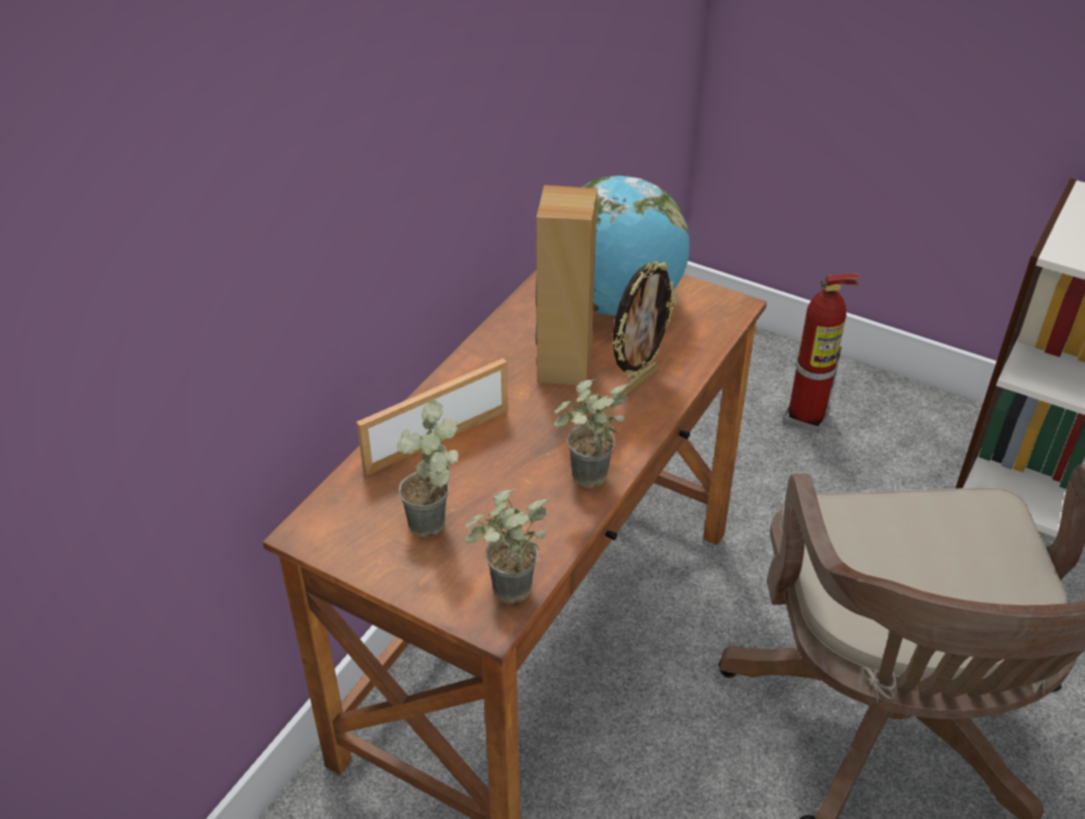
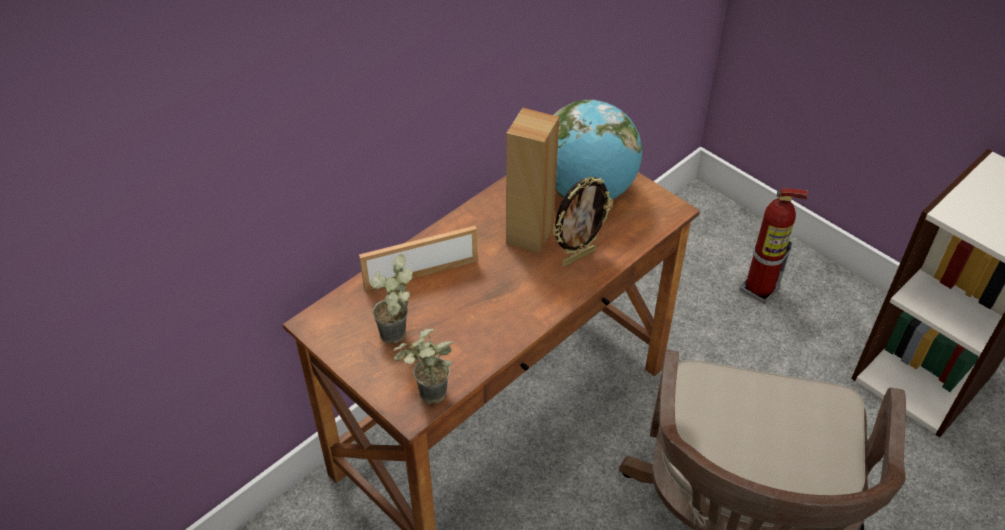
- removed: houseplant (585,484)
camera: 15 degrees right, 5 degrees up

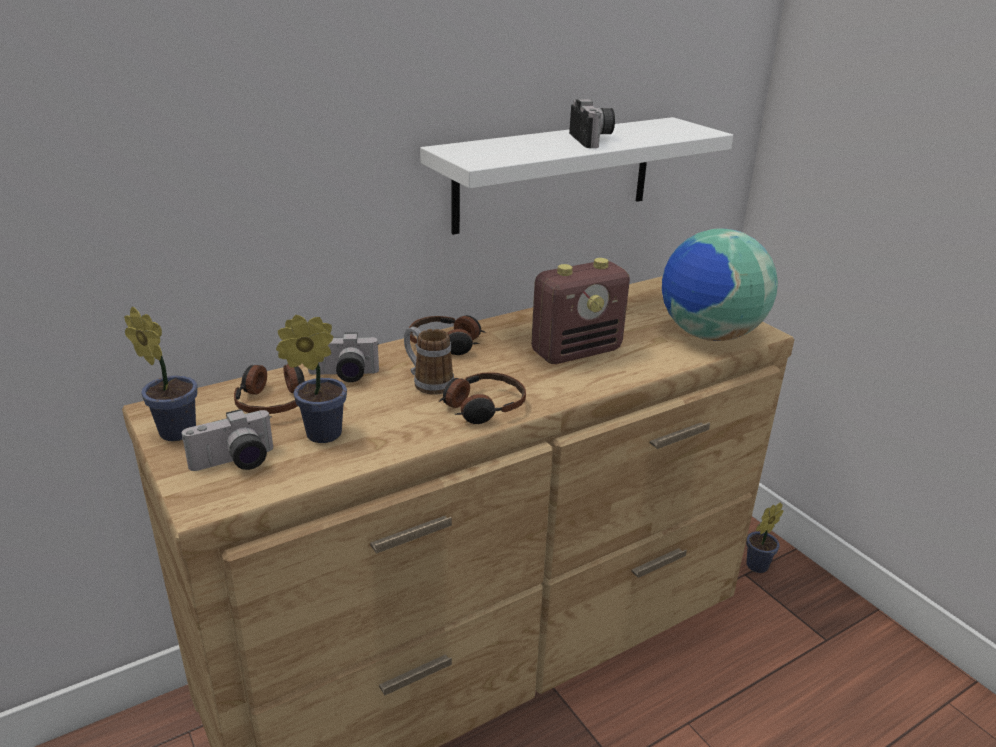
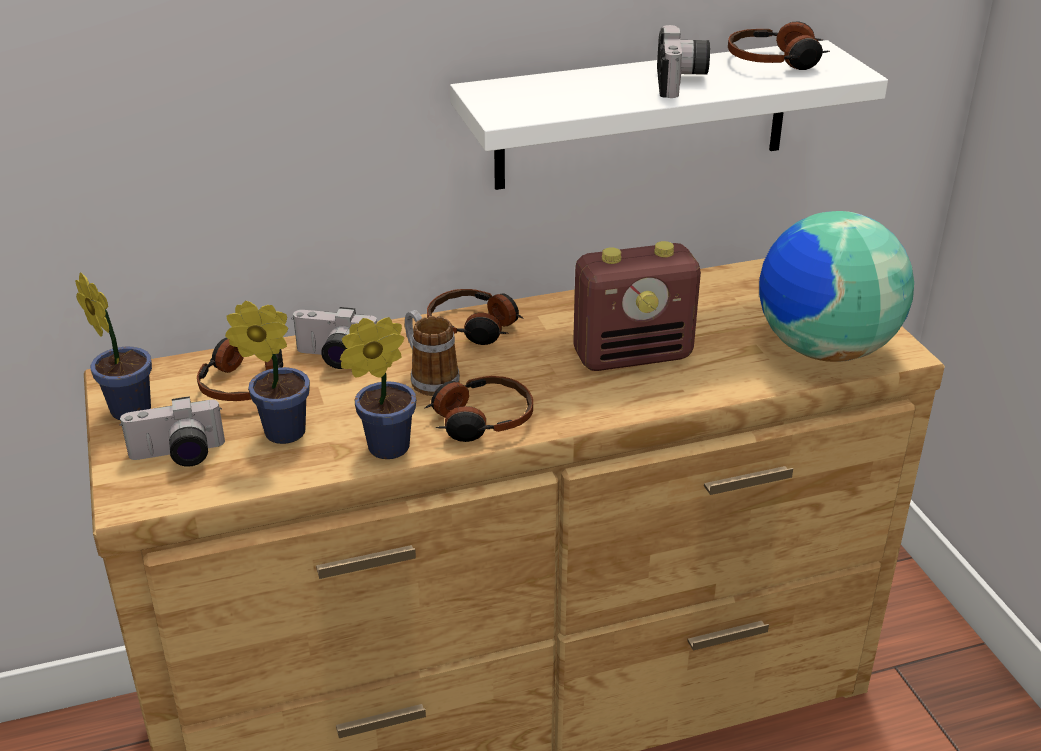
- moved: houseplant (755,567) to (383,448)
- added: headset (775,61)
camera: 15 degrees right, 5 degrees up

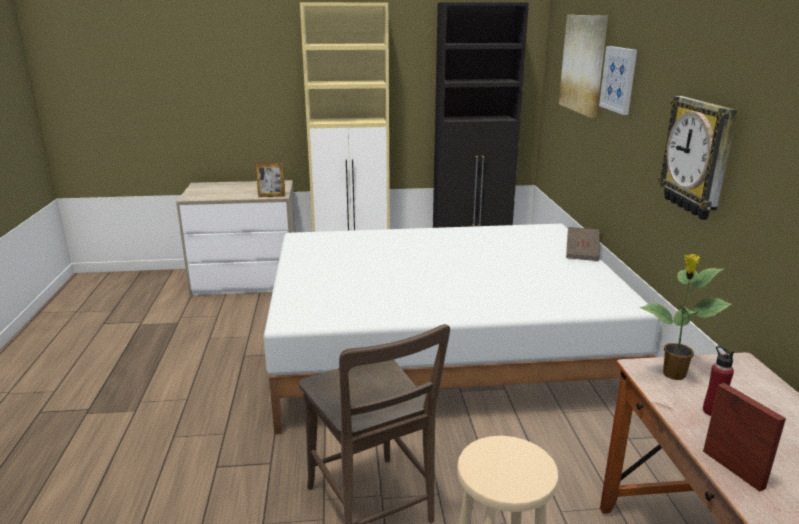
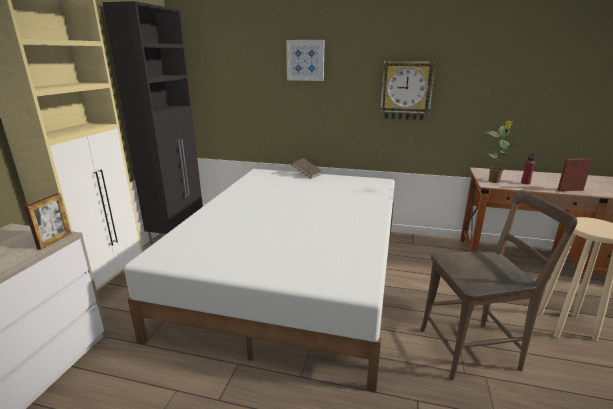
- removed: wall picture (583,64)
camera: 70 degrees left, 0 degrees up

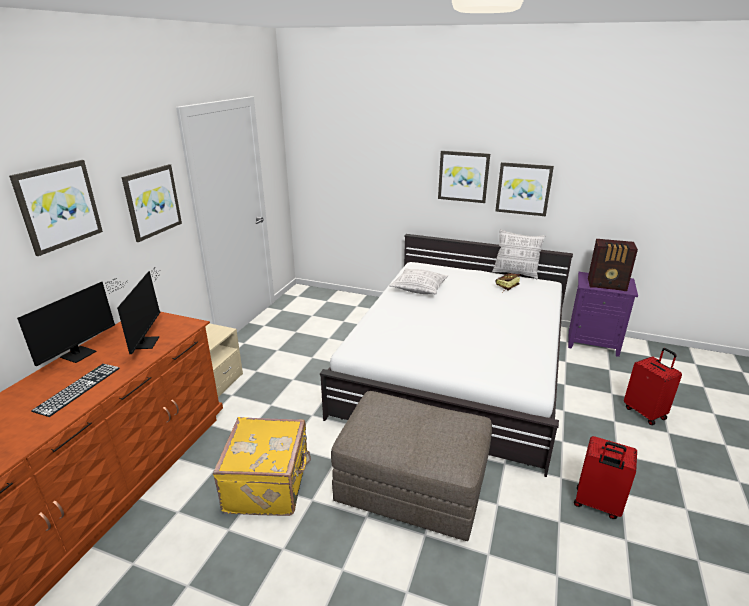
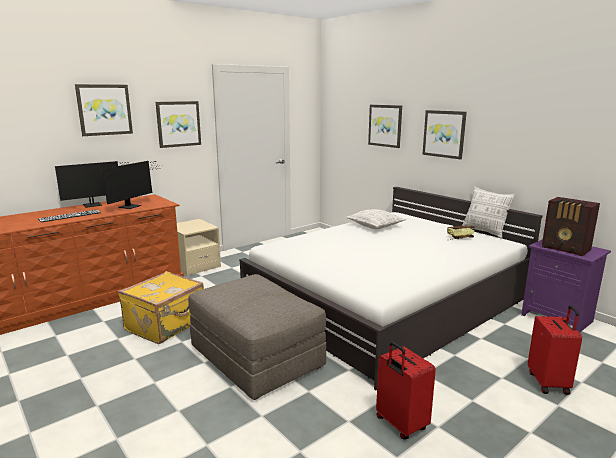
- moved: wall picture (523,189) to (385,125)
camera: 30 degrees right, 10 degrees down

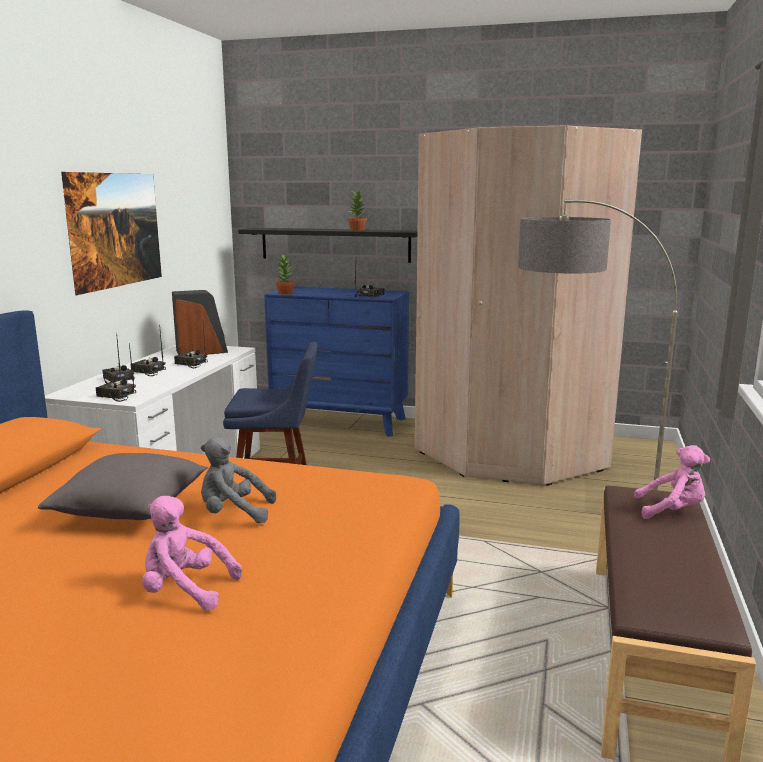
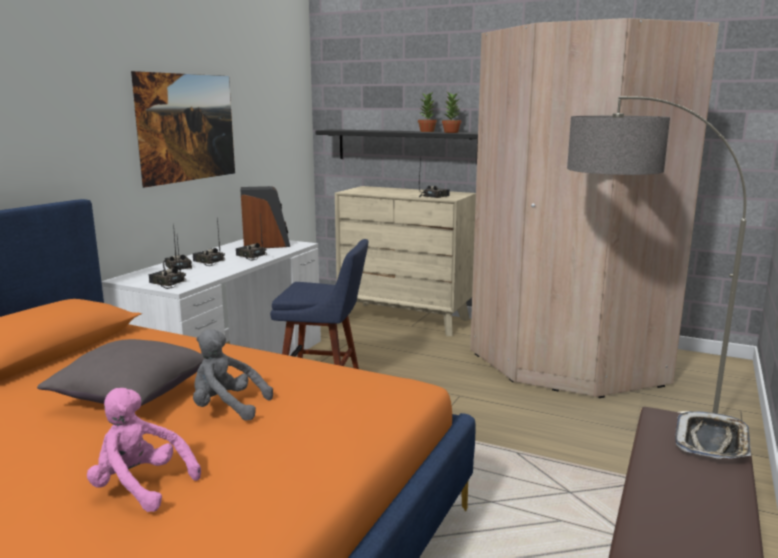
- recoloured: bluish chest of drawers (340,422) to beige chest of drawers (404,319)
- moved: houseplant (285,293) to (451,132)
- replaced: pinkish soft toy (672,511) to carrying tray (712,442)
camera: 10 degrees right, 0 degrees up

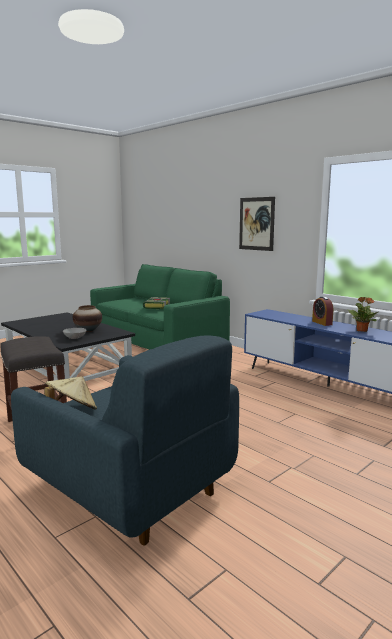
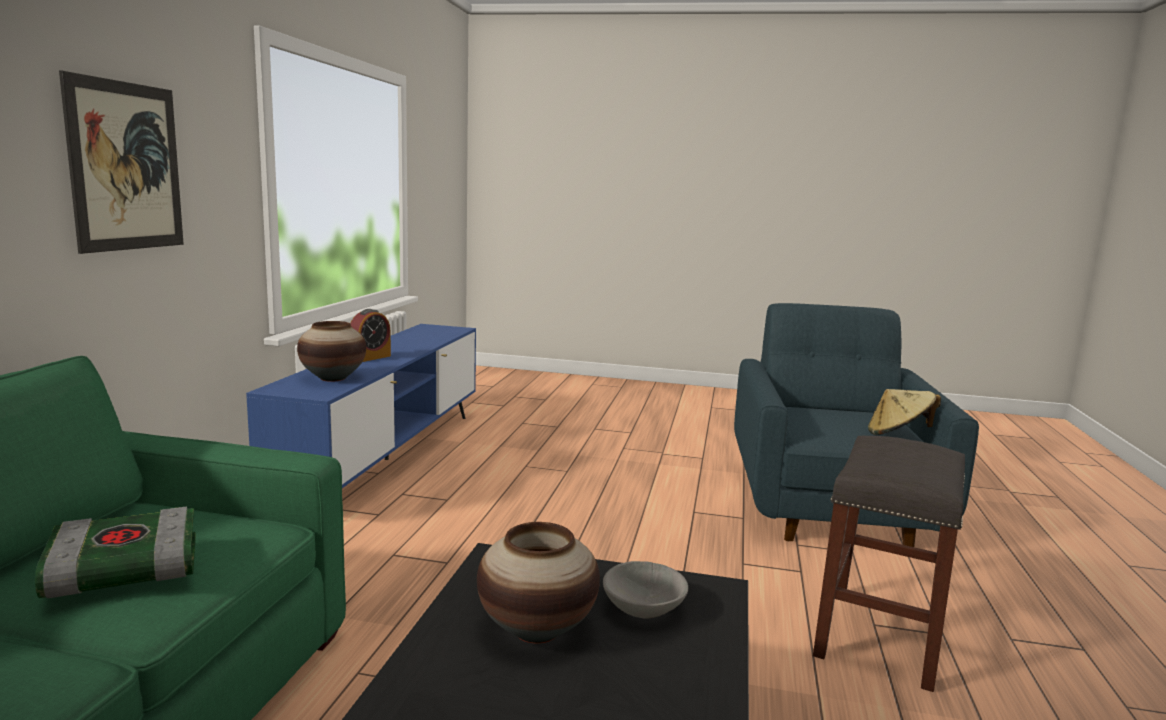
- added: flower vase (333,378)
- removed: houseplant (361,330)
camera: 125 degrees left, 0 degrees up

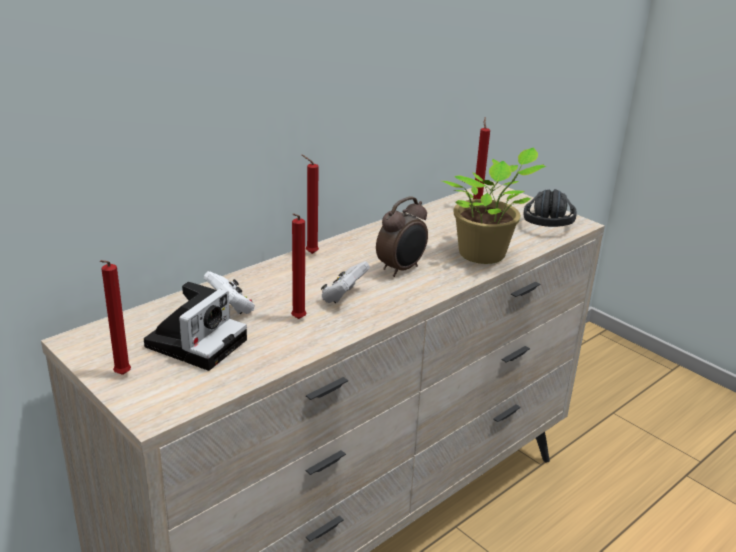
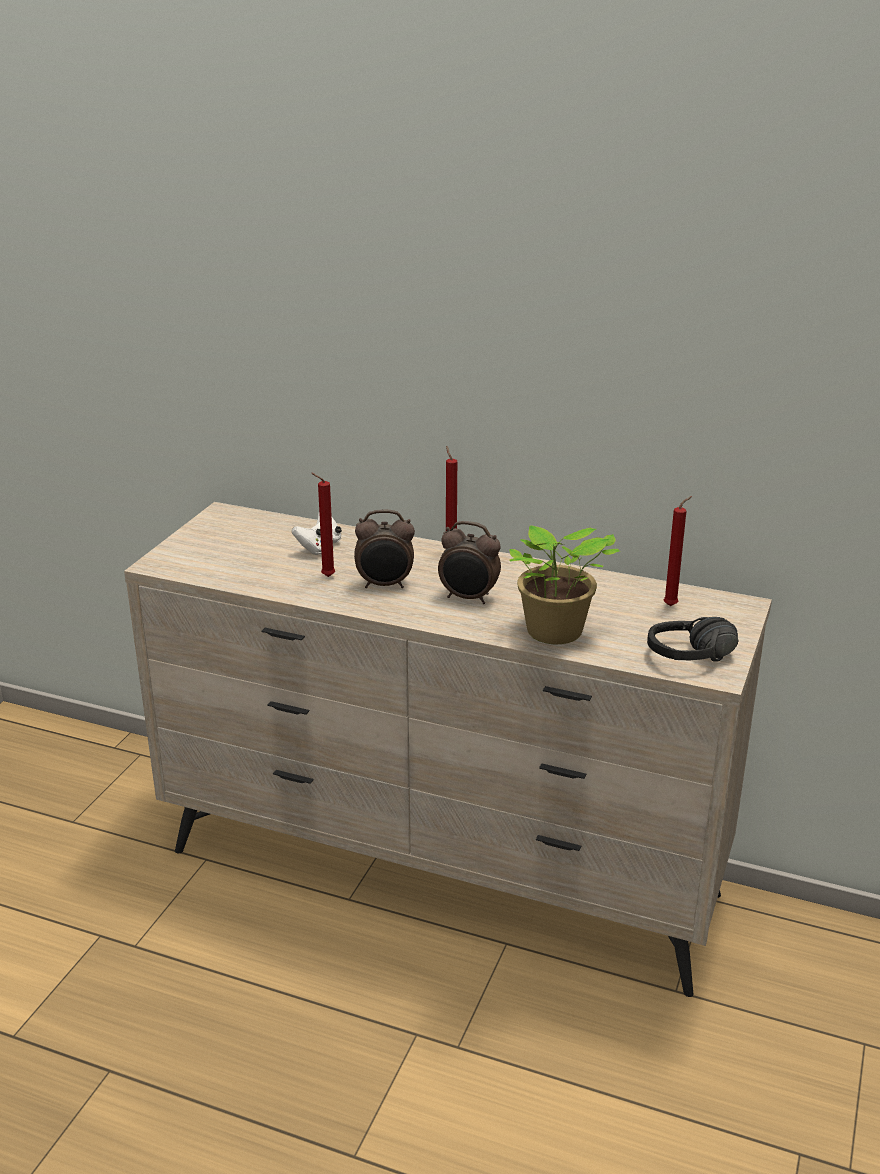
- replaced: white joypad (343,297) to bedside clock (385,585)
- removed: reddish wax light (121,376)
- removed: photo camera (197,341)
camera: 65 degrees right, 0 degrees up

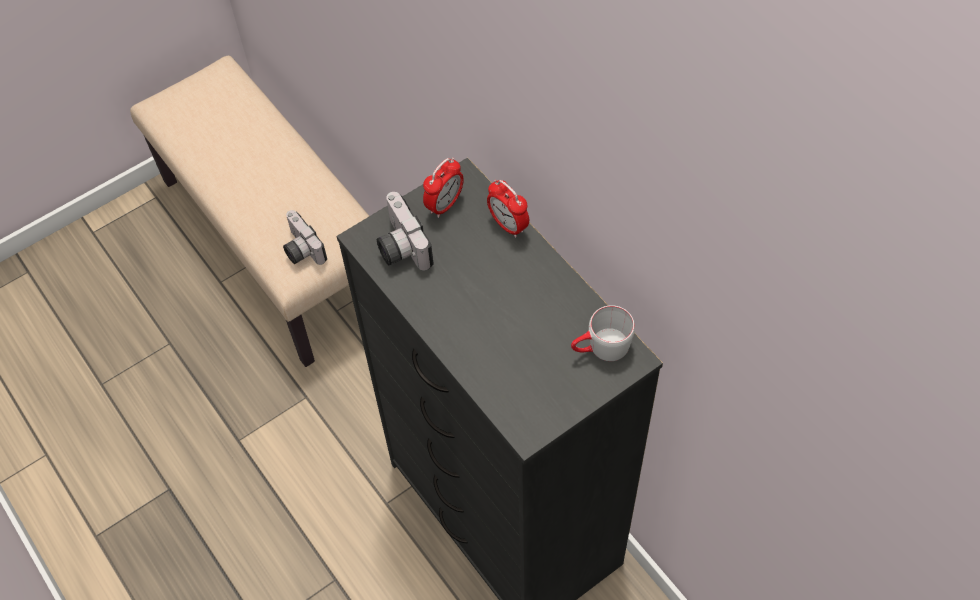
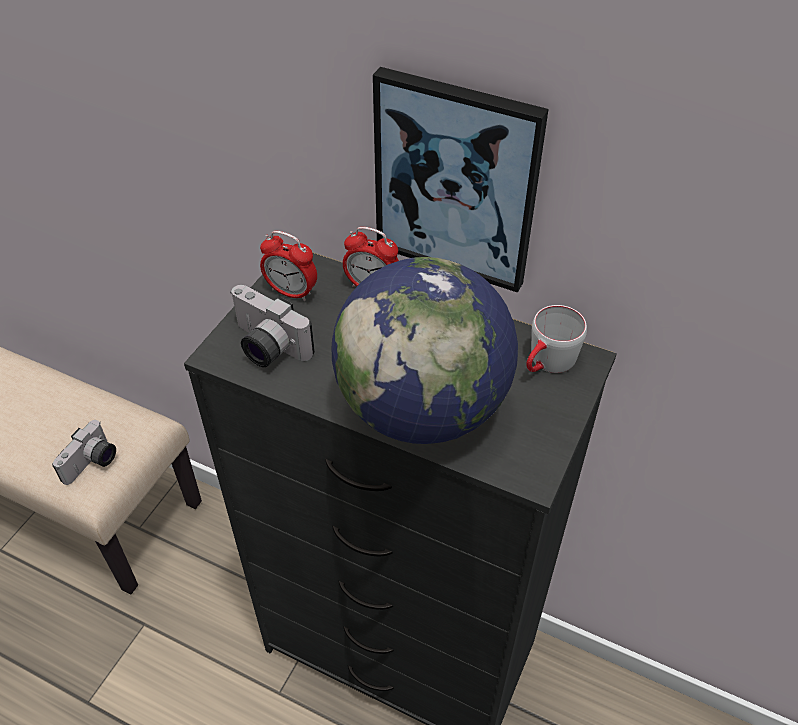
- turned: photo camera (301,249) = (92,464) 90 degrees counterclockwise
- turned: bedside clock (444,204) = (291,292) 105 degrees clockwise
- added: globe (422,409)
- added: wall picture (456,181)
camera: 30 degrees left, 10 degrees down

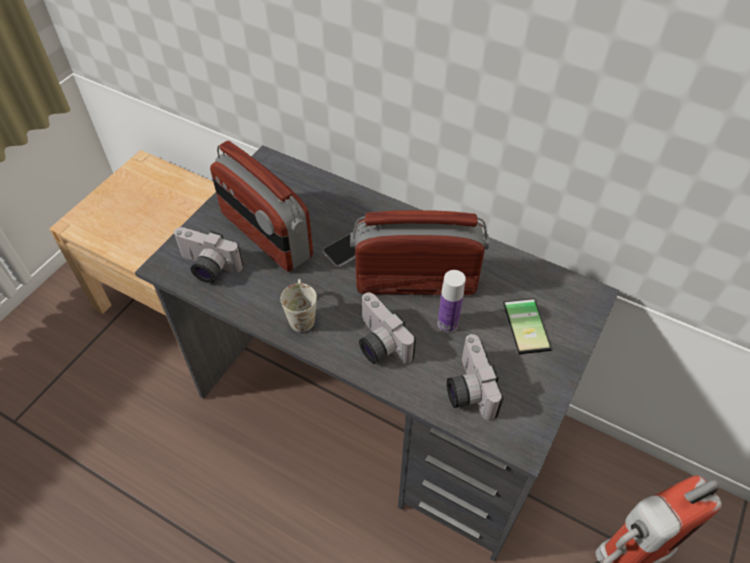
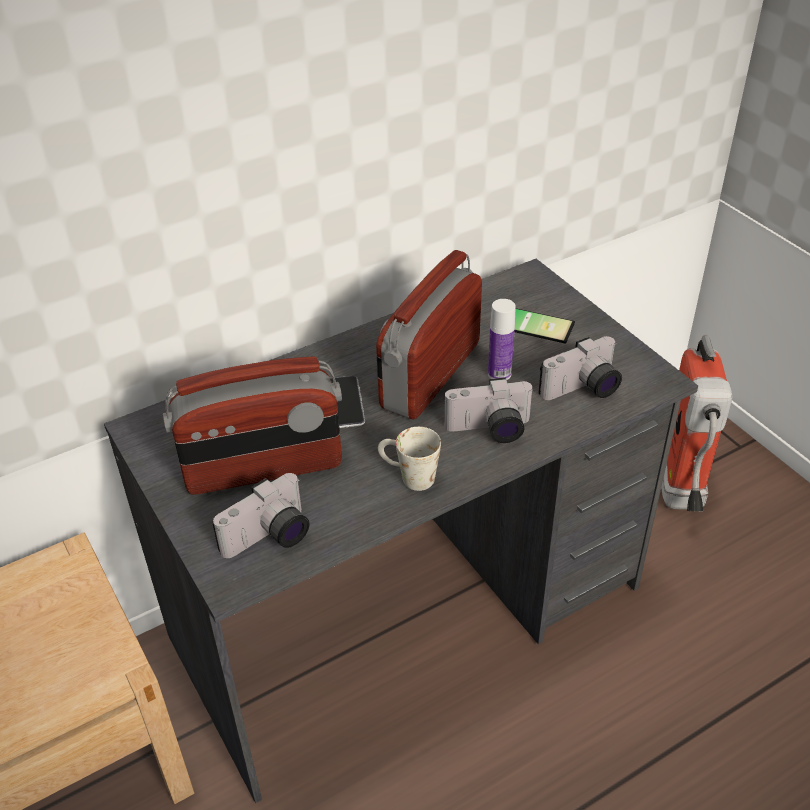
- turned: photo camera (467,388) = (583,390) 45 degrees counterclockwise
camera: 60 degrees left, 10 degrees down

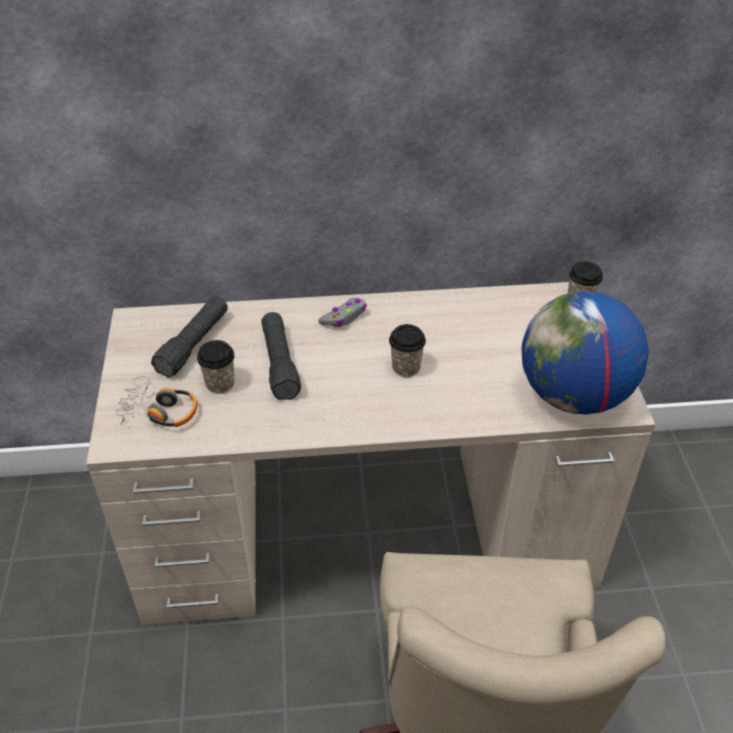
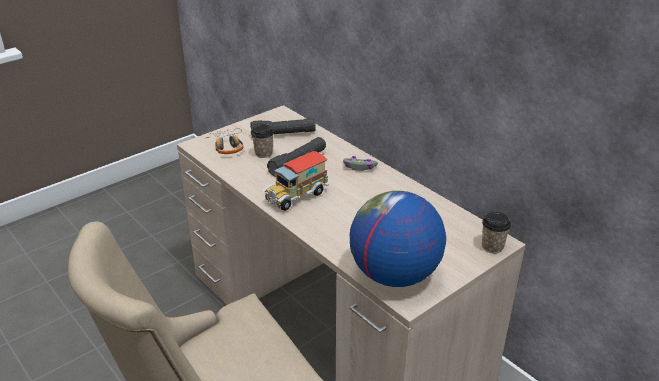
- added: model truck (296,196)
- removed: cup (406,368)
camera: 55 degrees right, 10 degrees down

